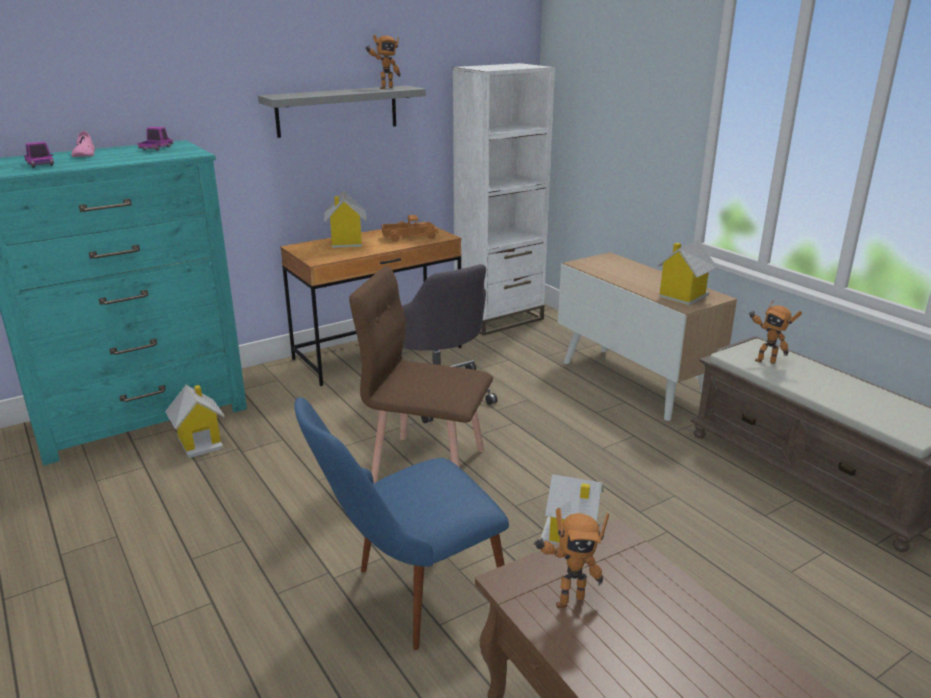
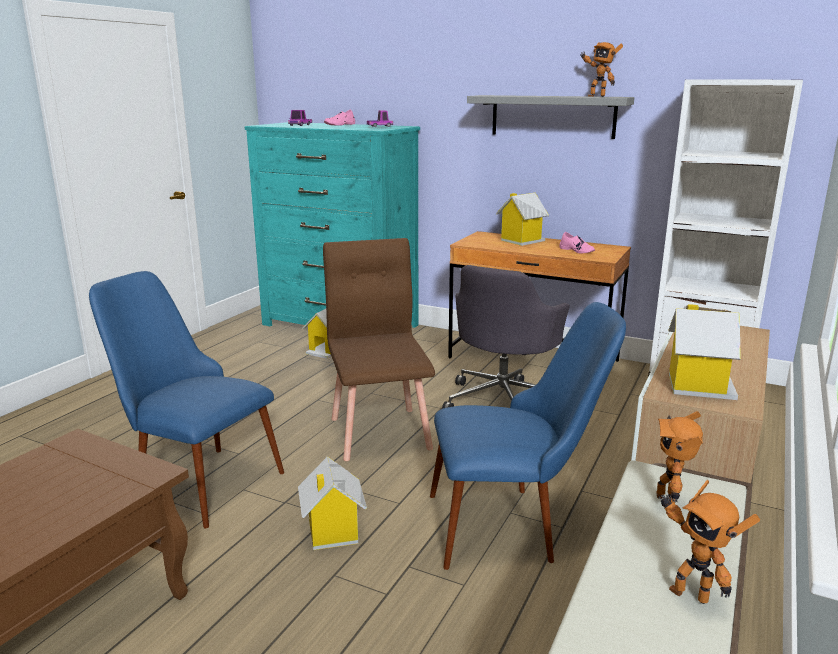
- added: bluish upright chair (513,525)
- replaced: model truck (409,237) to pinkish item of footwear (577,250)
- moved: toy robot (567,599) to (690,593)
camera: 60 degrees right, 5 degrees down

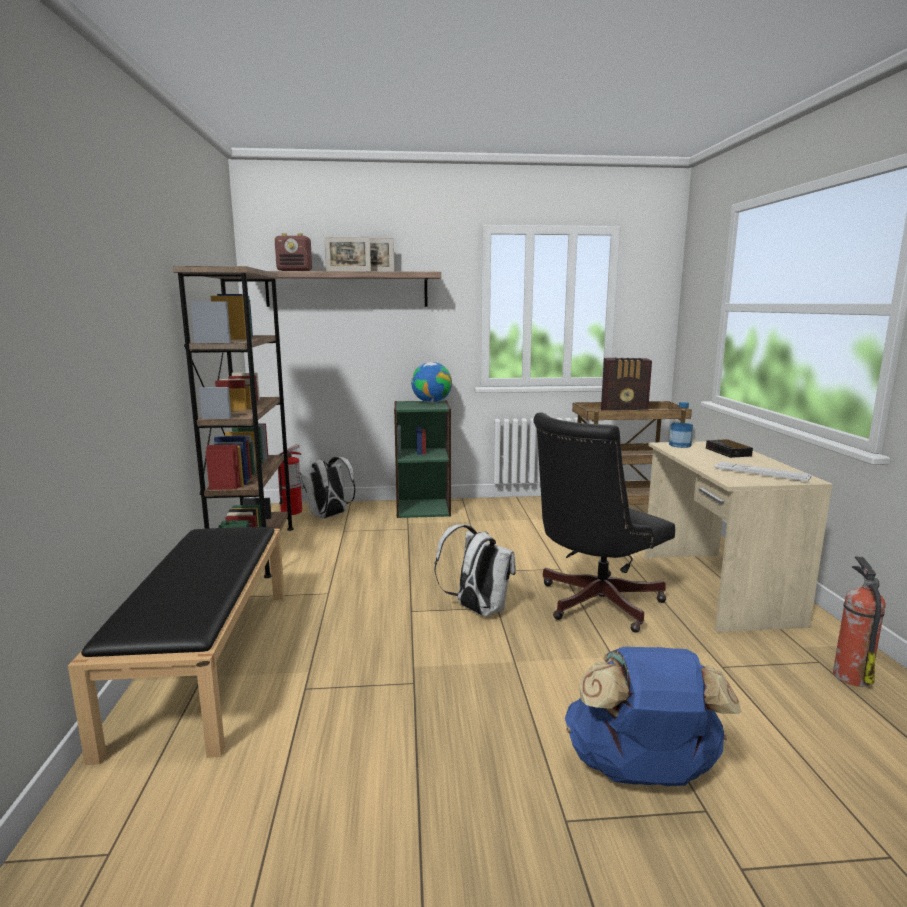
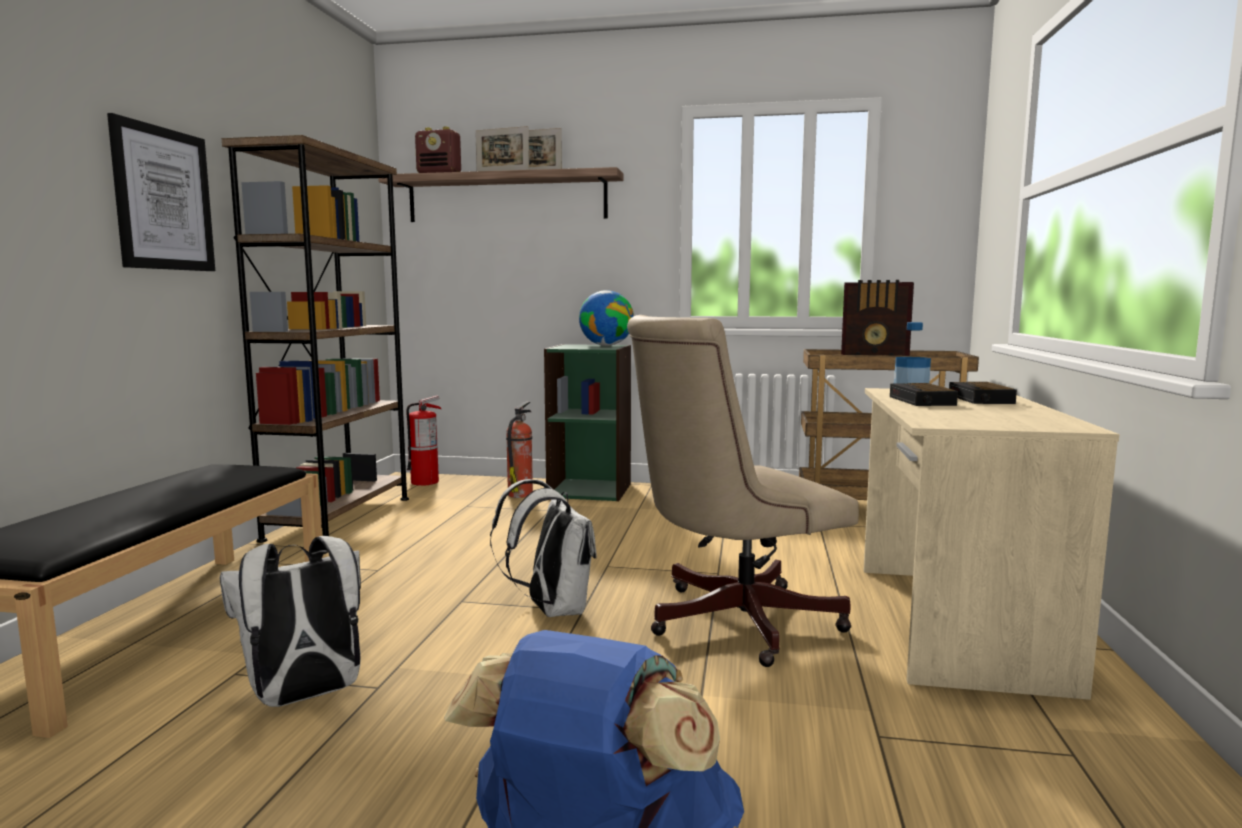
- added: wall picture (163,199)
- moved: white backpack (329,516) to (305,696)
- moved: fire-fighting cylinder (850,675) to (521,494)
- recoloured: blackish computer chair (593,604) to beige computer chair (730,622)
- added: bedside clock (922,401)
- removed: computer keyboard (761,472)
camera: 15 degrees right, 5 degrees down

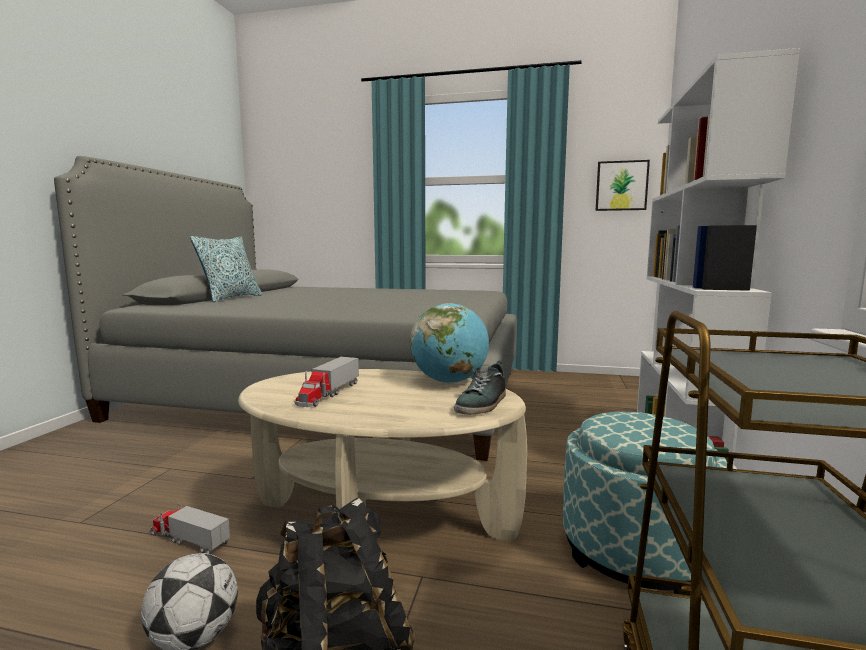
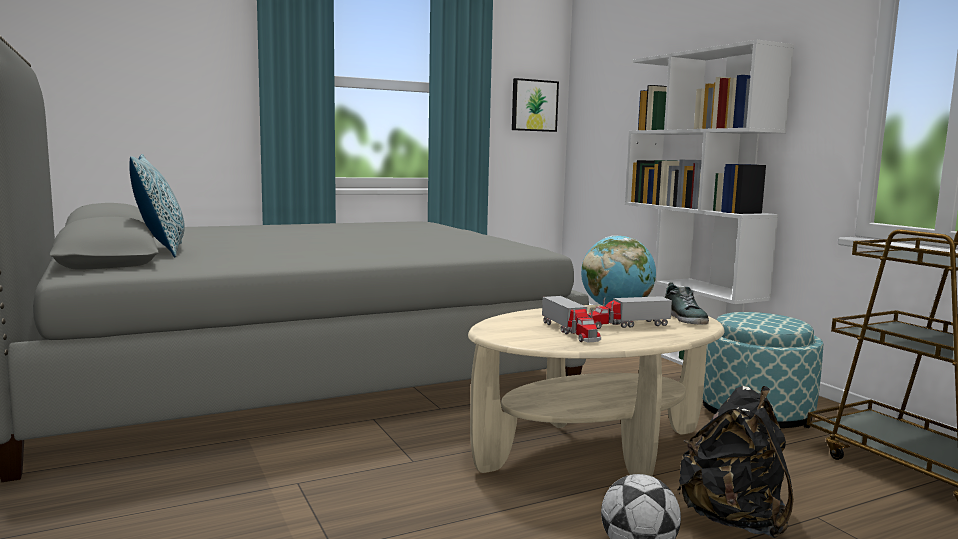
- moved: model truck (188,539) to (627,325)
camera: 40 degrees left, 0 degrees up

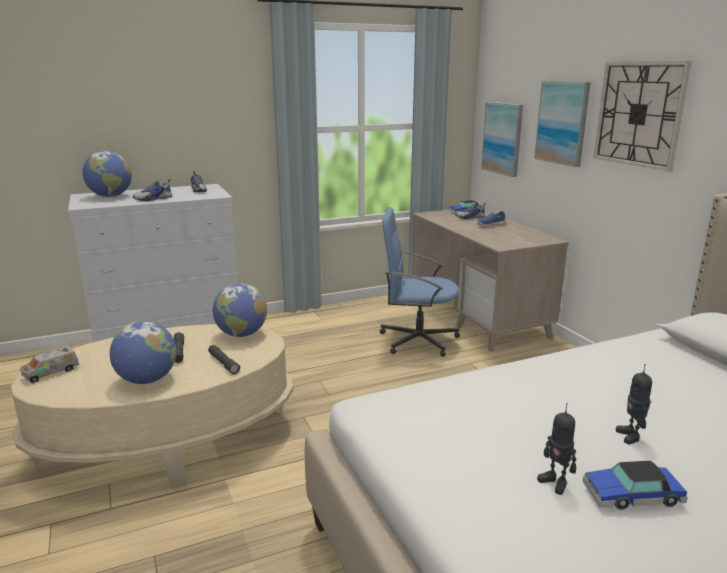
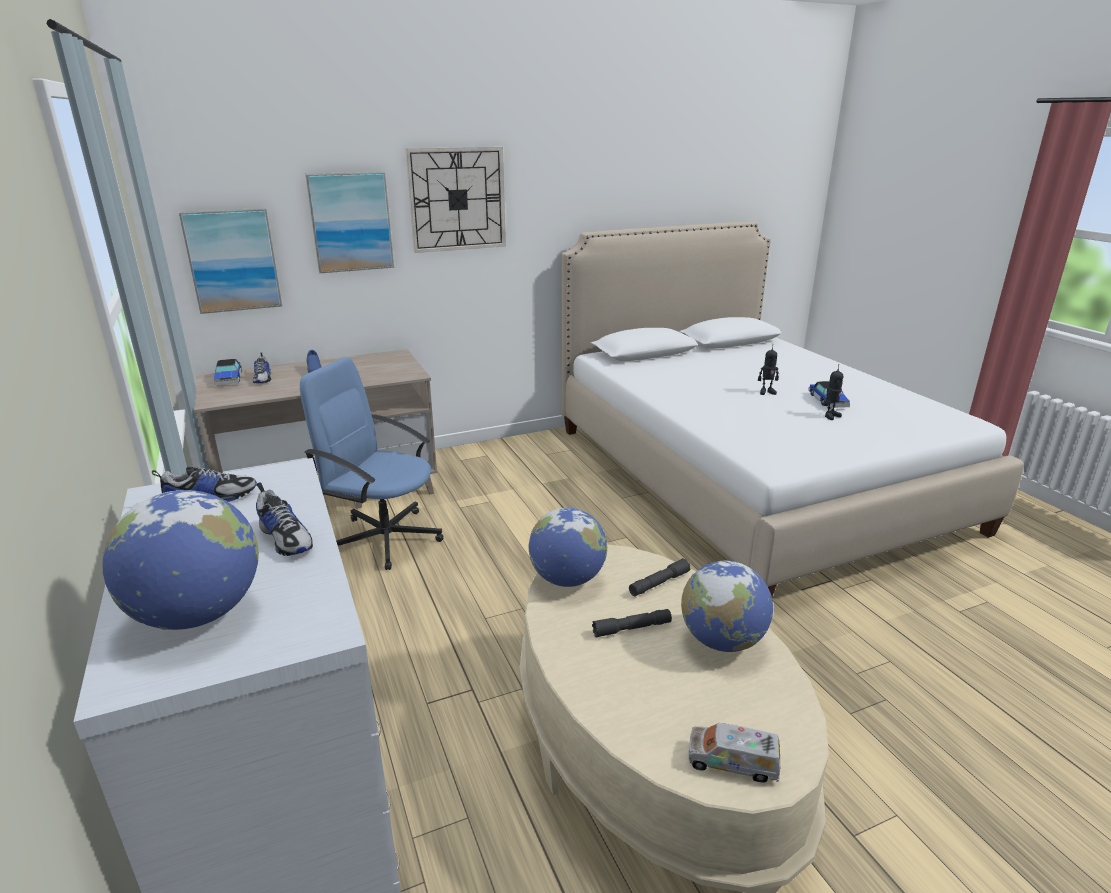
- turned: bluish computer chair (417,340) = (385,538) 105 degrees clockwise
- turned: model truck (51,372) = (732,762) 150 degrees clockwise
camera: 90 degrees left, 5 degrees up

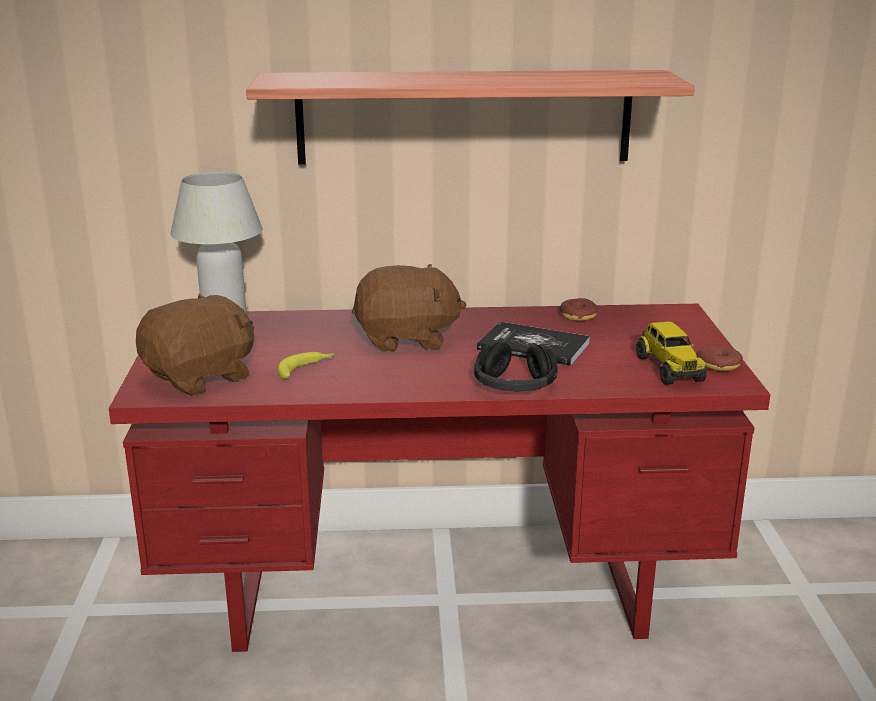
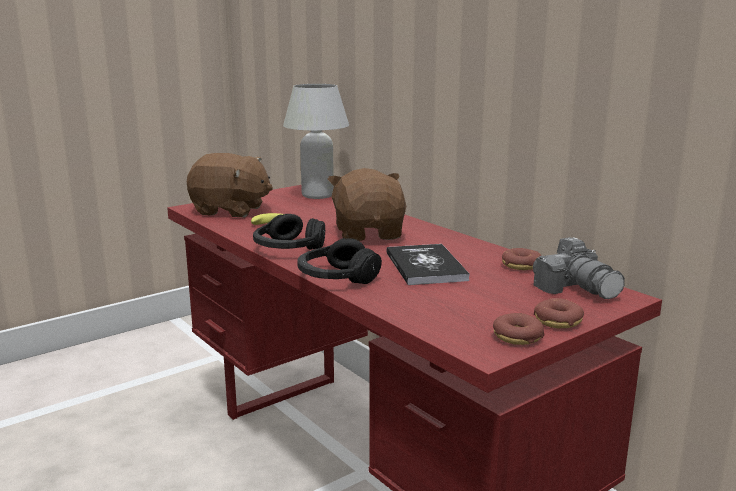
- added: blackish headset (288,248)
- turned: brown-coloured soft toy (406,339) = (369,233) 150 degrees counterclockwise
- added: photo camera (577,288)
- added: doughnut (558,321)
- removed: wall shelf (464,117)
- removed: model truck (668,368)
camera: 55 degrees right, 5 degrees down

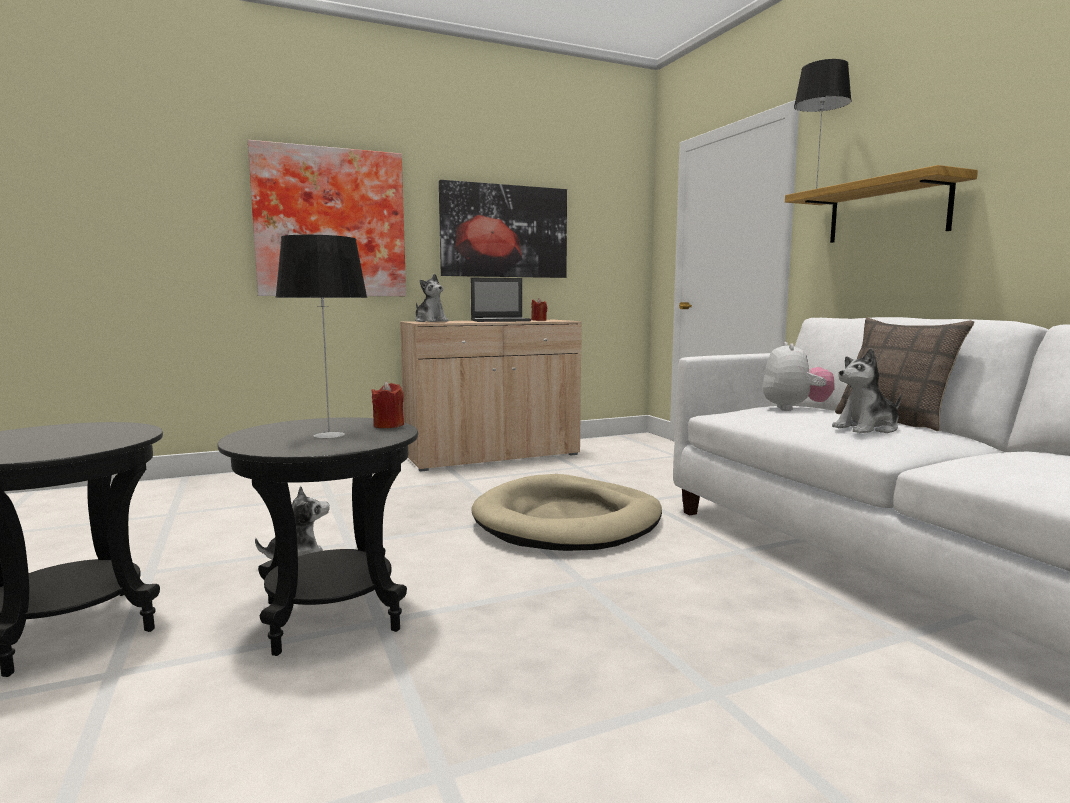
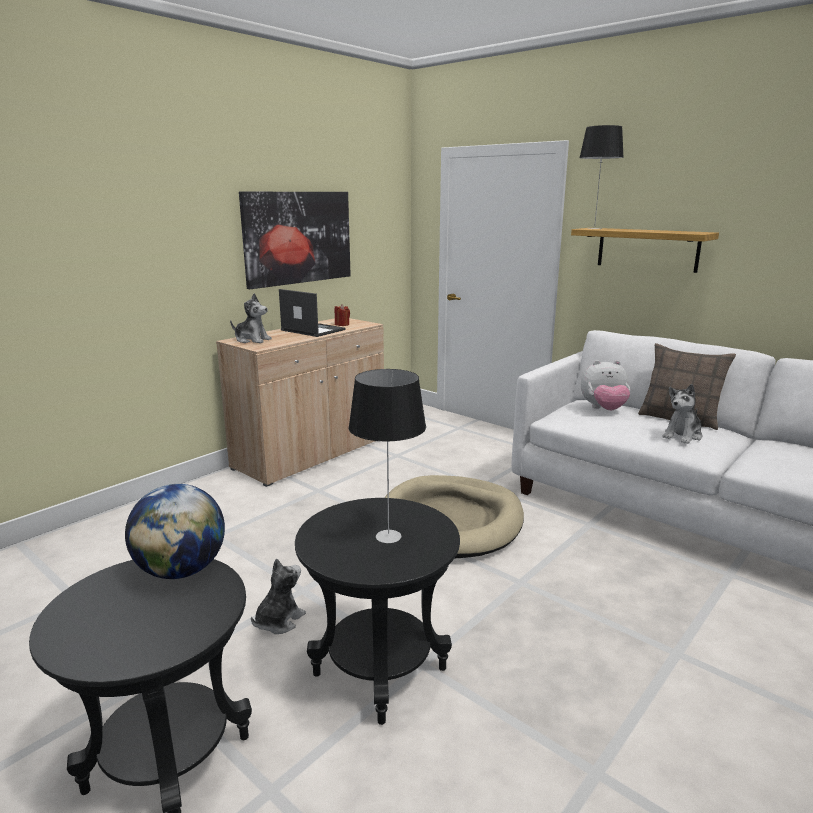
- added: globe (181,570)
- turned: portable computer (501,321) = (312,330) 105 degrees counterclockwise
- turned: soft toy (794,409) = (603,409) 105 degrees clockwise
- removed: wall picture (330,223)
- removed: reddish wax light (388,425)
camera: 25 degrees left, 10 degrees up

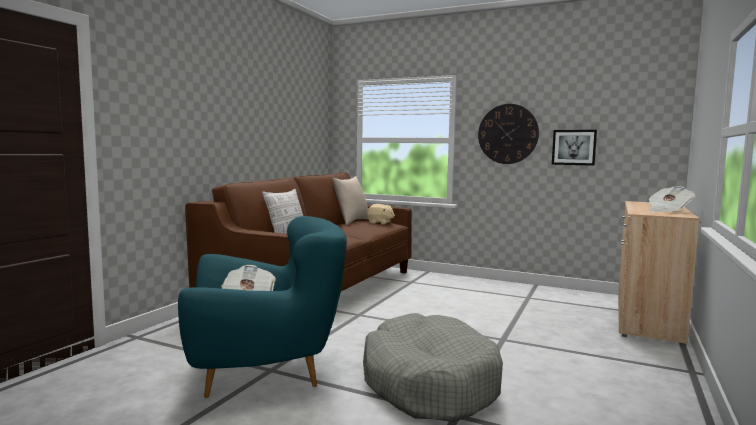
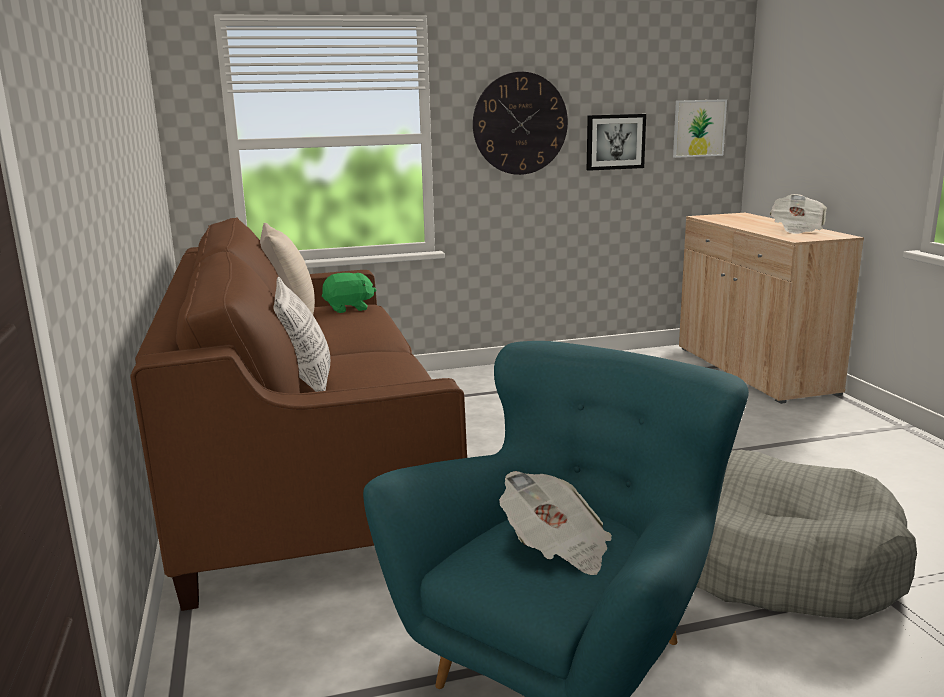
- recoloured: beige soft toy (380,223) to green soft toy (349,308)
- added: wall picture (699,128)
camera: 40 degrees left, 10 degrees up

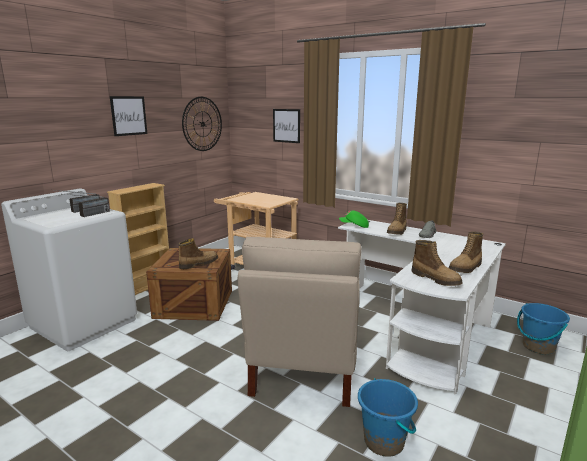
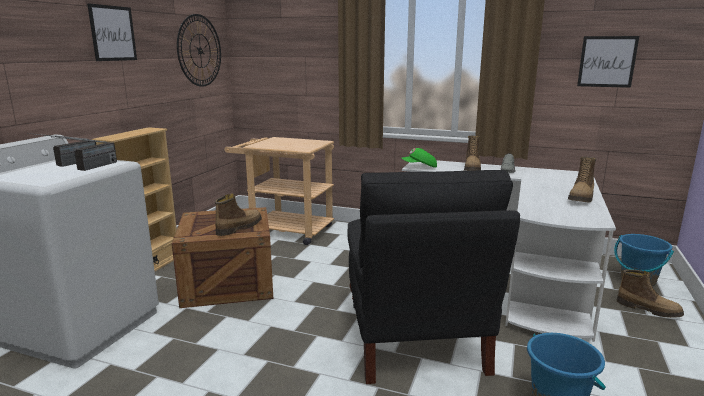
- recoloured: beige upright chair (305,367) to blackish upright chair (414,338)
- moved: wall picture (286,125) to (607,61)
- moved: boot (436,279) to (648,309)
camera: 15 degrees left, 0 degrees up

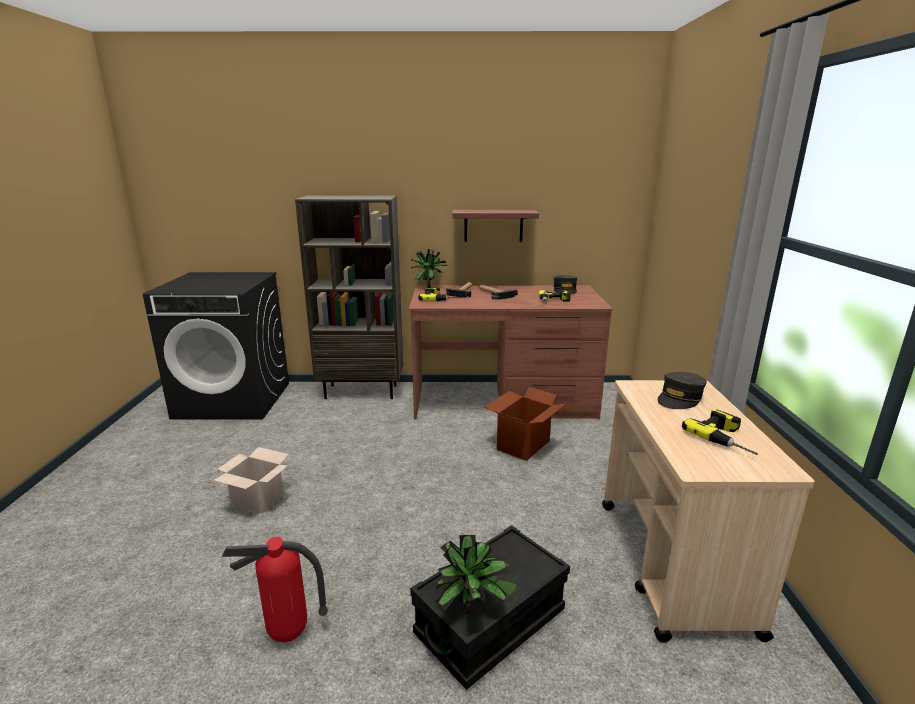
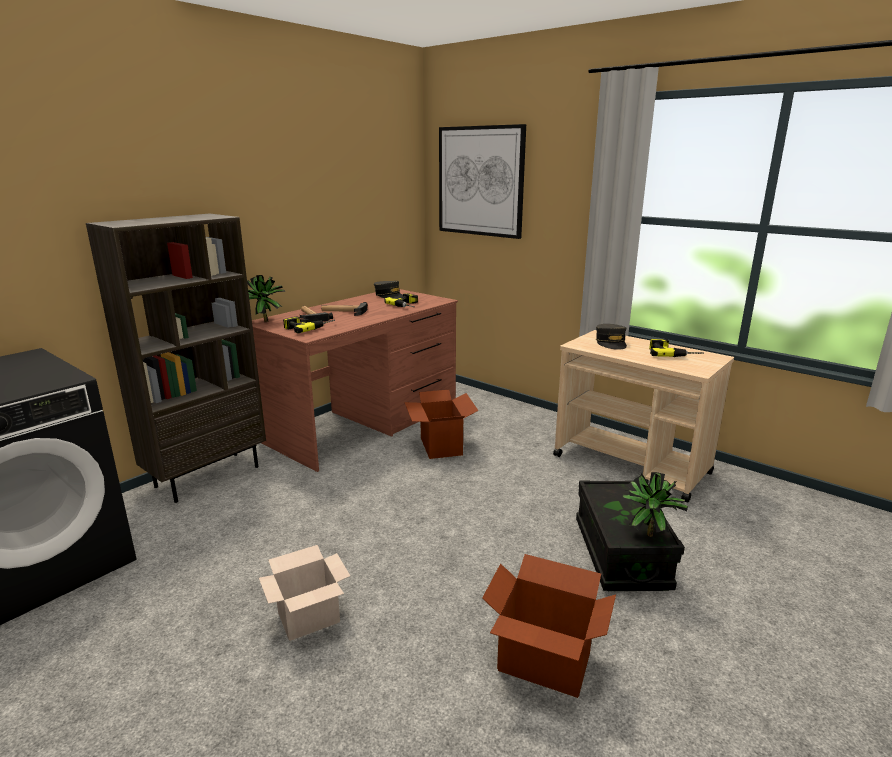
- added: wall picture (480,181)
- replaced: fire-fighting cylinder (288,635) to packing box (544,663)
- removed: wall shelf (493,225)
camera: 50 degrees left, 0 degrees up

